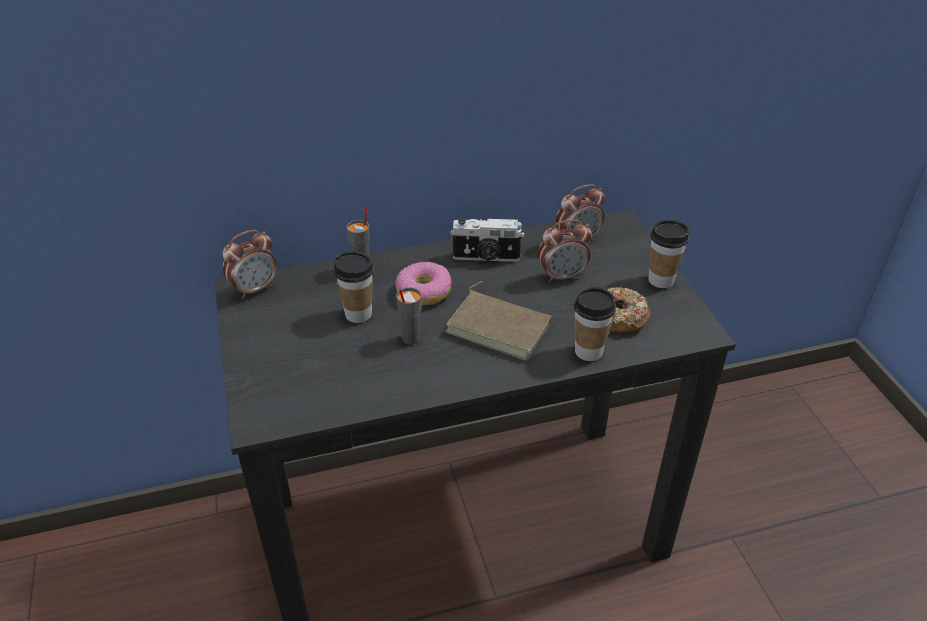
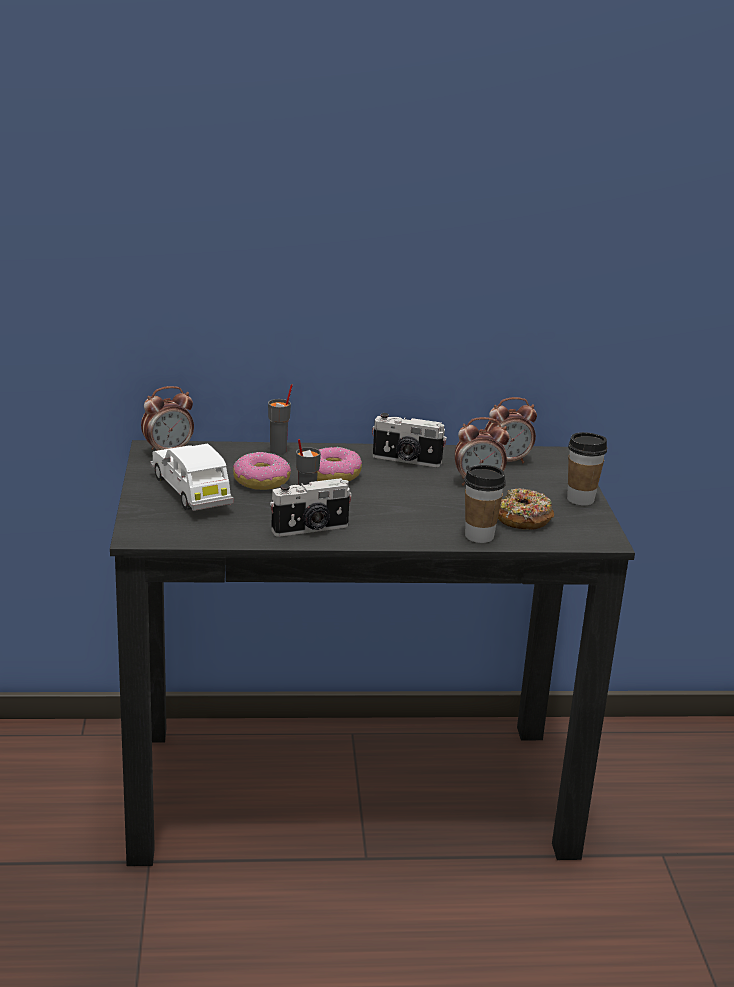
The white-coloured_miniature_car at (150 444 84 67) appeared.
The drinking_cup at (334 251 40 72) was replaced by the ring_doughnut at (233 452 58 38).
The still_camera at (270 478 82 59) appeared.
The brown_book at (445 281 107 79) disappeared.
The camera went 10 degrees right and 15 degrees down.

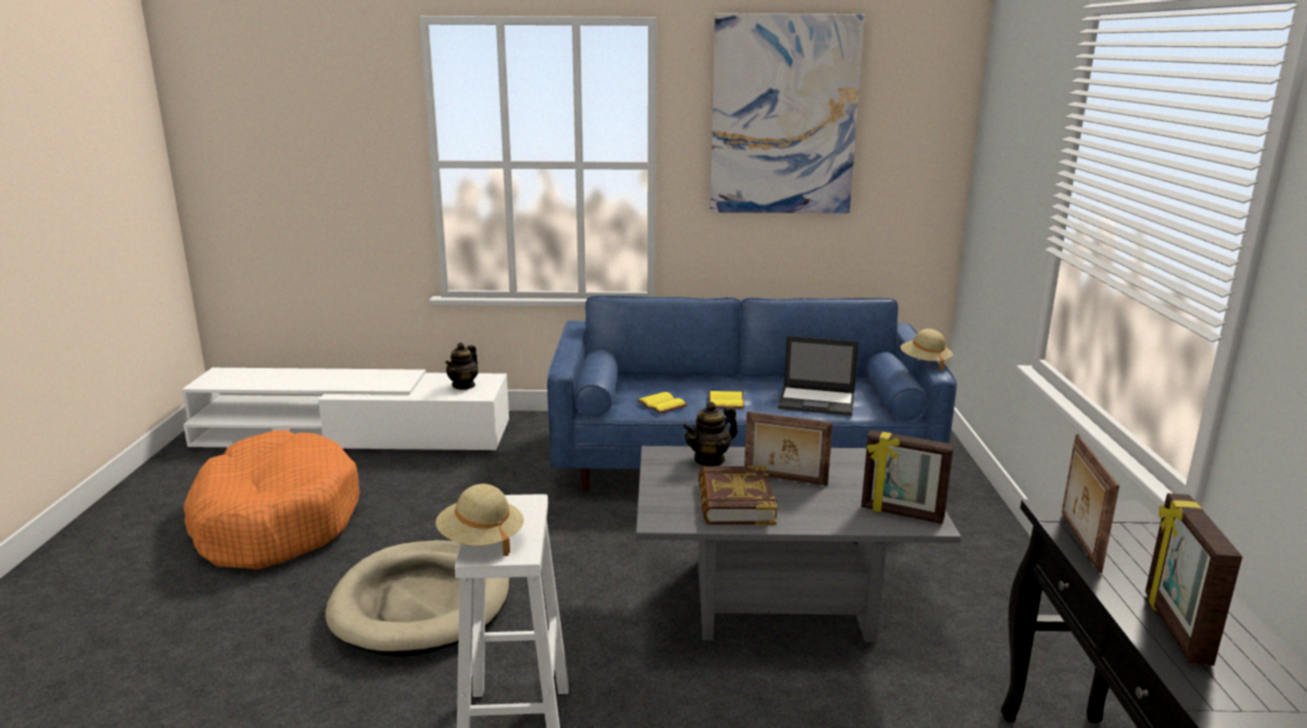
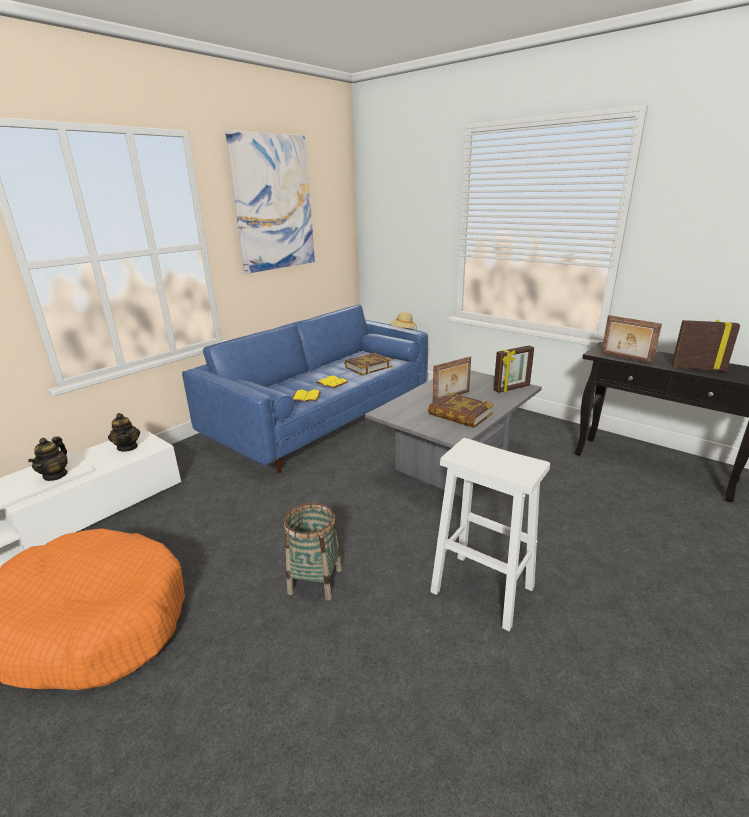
The tea_pot moved from (682 402 56 64) to (28 437 40 44).
The sand-coloured_pet_bed at (325 540 185 117) was replaced by the household_basket at (284 503 58 98).
The laptop at (778 336 81 80) was replaced by the book at (344 353 48 22).
The standing_frame at (1145 493 97 173) turned 150 degrees clockwise.
The sand-coloured_hat at (436 484 88 72) disappeared.
The camera went 50 degrees left and 5 degrees up.

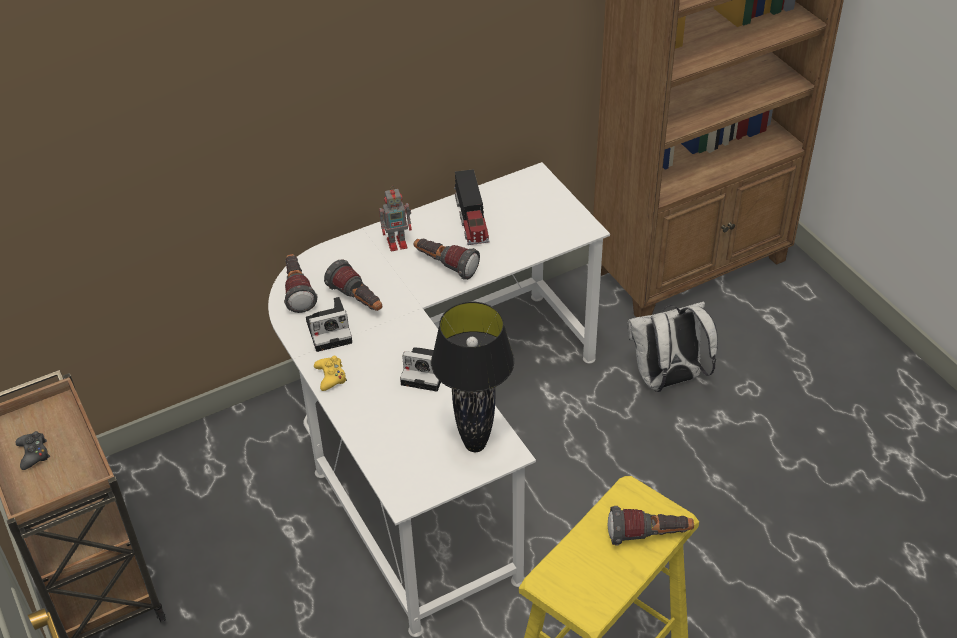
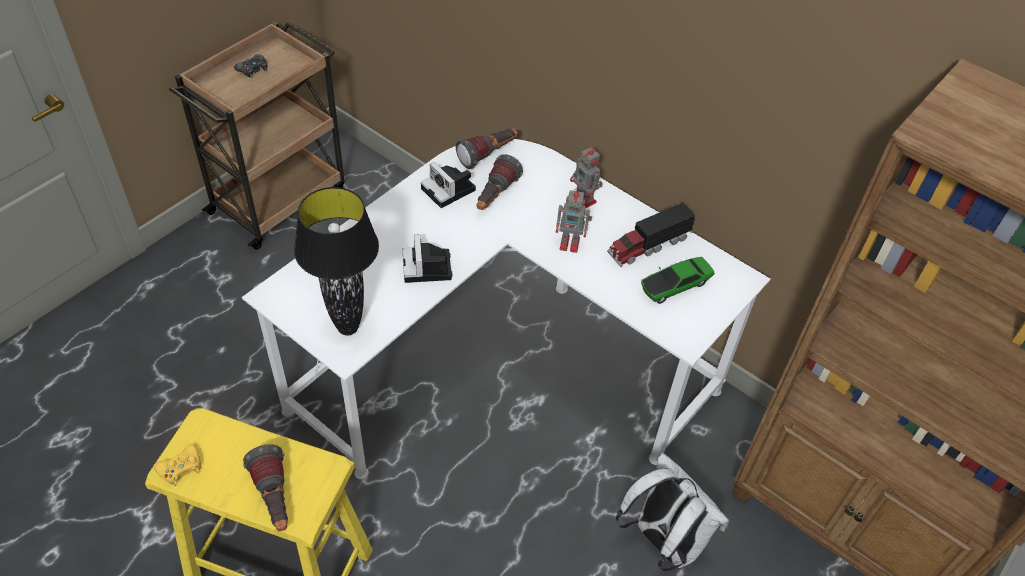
The yellow_game_controller moved from (314 356 33 35) to (153 444 48 42).
The flashlight at (414 238 66 42) was replaced by the model_robot at (556 188 36 65).
The miniature_car at (641 257 74 47) appeared.
The camera went 65 degrees right and 5 degrees up.

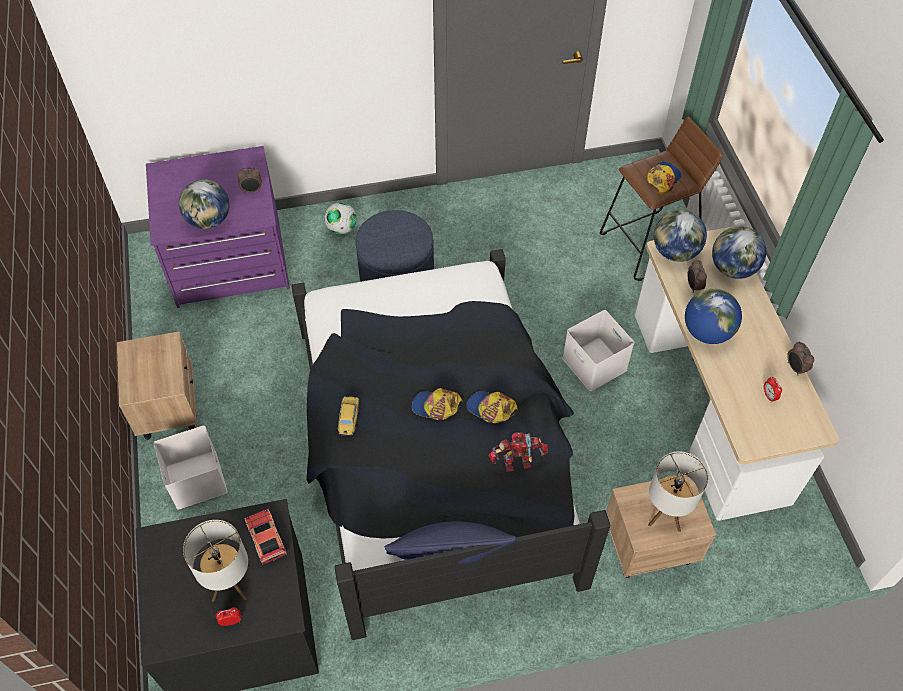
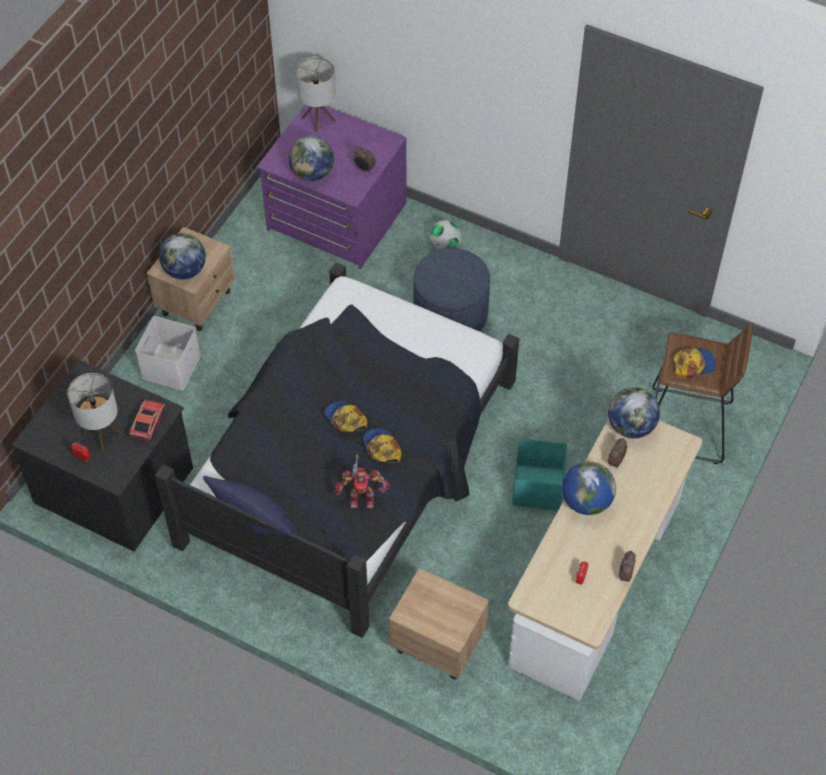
The globe moved from (712 226 54 53) to (159 233 47 47).
The tabletop_lamp moved from (648 451 60 81) to (296 57 40 75).
The model_robot at (489 432 59 40) turned 150 degrees clockwise.
The white-coloured_storage_bin at (562 310 72 81) became the turquoise_storage_bin at (512 439 55 72).
The miniature_car at (338 396 22 40) disappeared.
The camera went 40 degrees right and 0 degrees up.

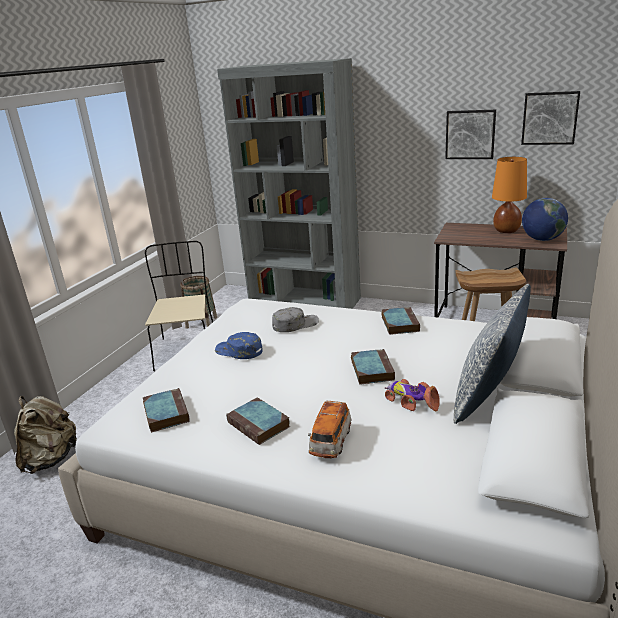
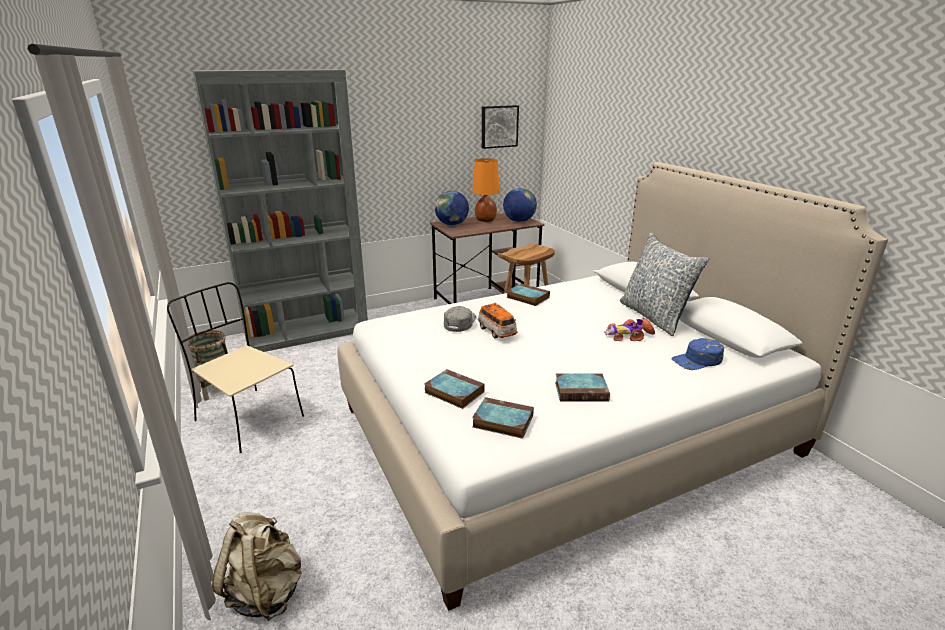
The book moved from (351 349 44 36) to (425 369 60 40).
The globe at (435 191 34 34) appeared.
The miniature_car moved from (308 400 44 58) to (478 302 40 36).
The bluish_cap moved from (215 332 48 27) to (671 338 53 32).
The picture at (445 110 51 49) disappeared.
The camera went 50 degrees left and 0 degrees up.

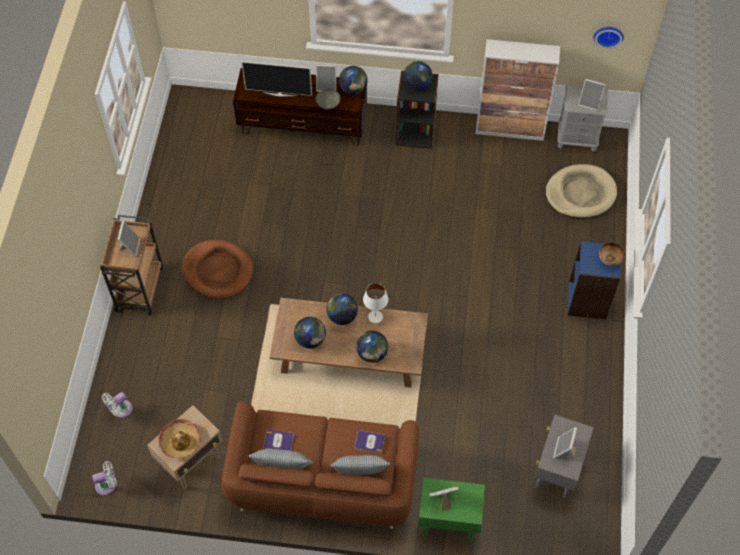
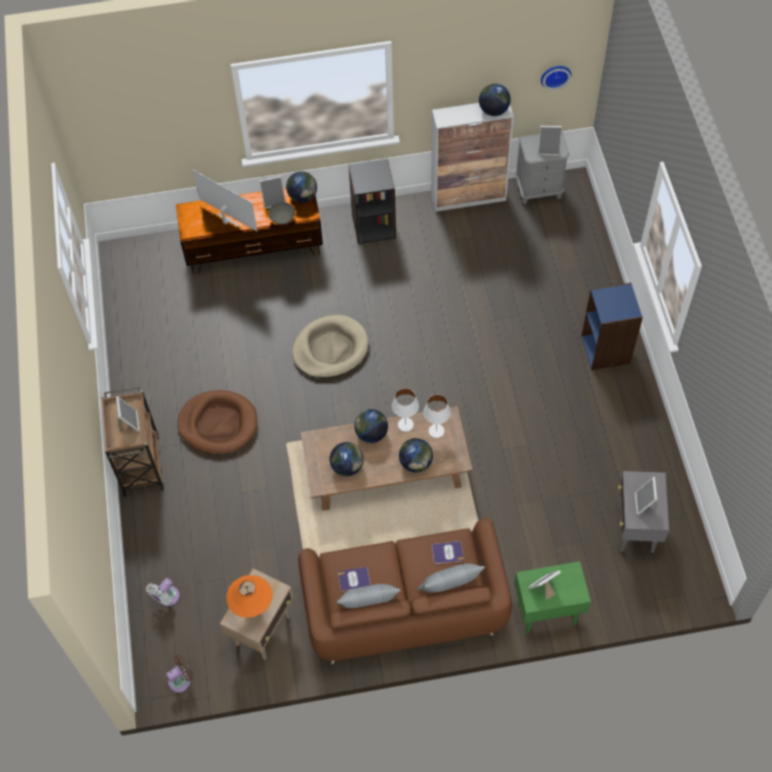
The white-coloured_fan at (92 461 25 35) became the brown_fan at (166 654 28 39).
The TV_set at (241 62 71 35) turned 135 degrees counterclockwise.
The hat at (158 419 43 40) was replaced by the orange_tabletop_lamp at (226 575 46 42).
The sand-coloured_pet_bed moved from (546 164 71 55) to (292 315 77 63).
The white-coloured_tabletop_lamp at (423 394 28 44) appeared.
The globe moved from (403 61 30 30) to (479 84 32 32).
The bowl at (599 242 26 24) disappeared.
The camera went 15 degrees left and 0 degrees up.

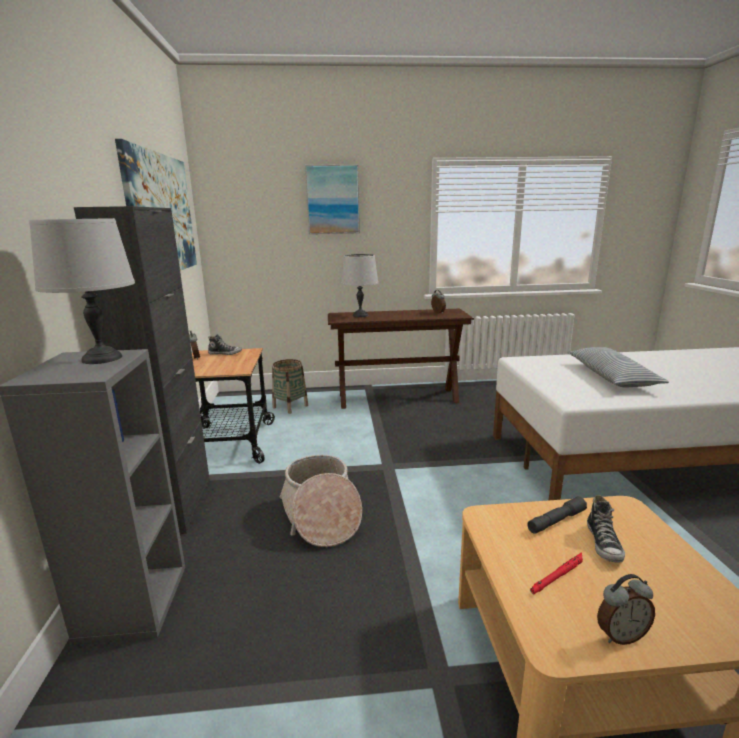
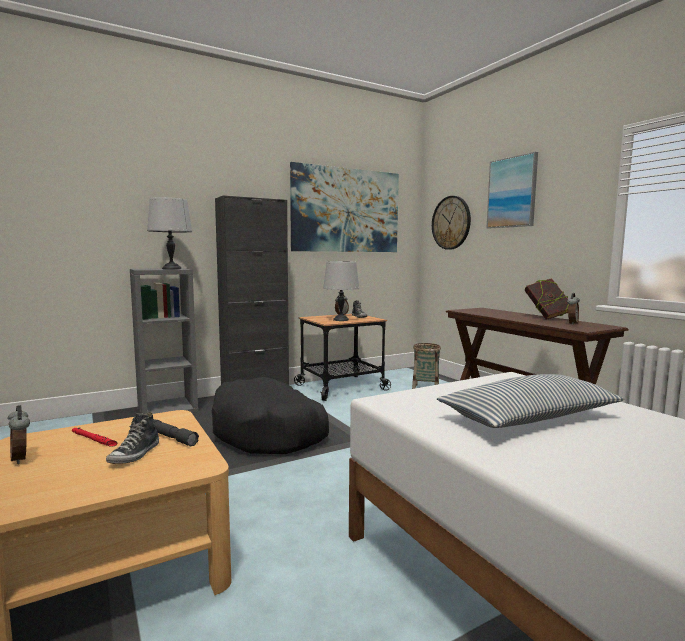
The item_of_footwear at (587 495 38 68) turned 60 degrees counterclockwise.
The household_basket at (280 455 82 92) was replaced by the blackish_pet_bed at (212 377 117 77).
The greyish_tabletop_lamp moved from (341 254 37 63) to (323 261 36 60).
The wall_clock at (432 196 39 54) appeared.
The book at (524 278 45 42) appeared.
The camera went 65 degrees right and 10 degrees down.

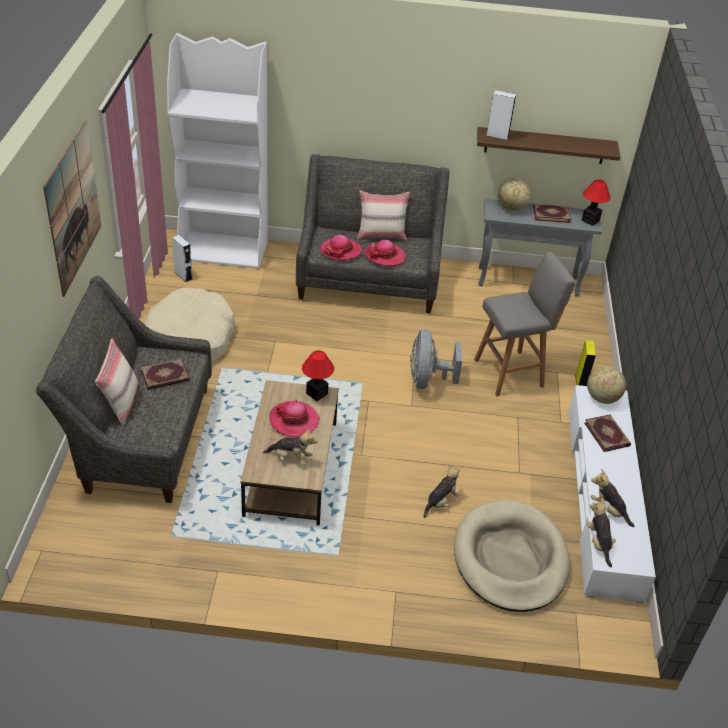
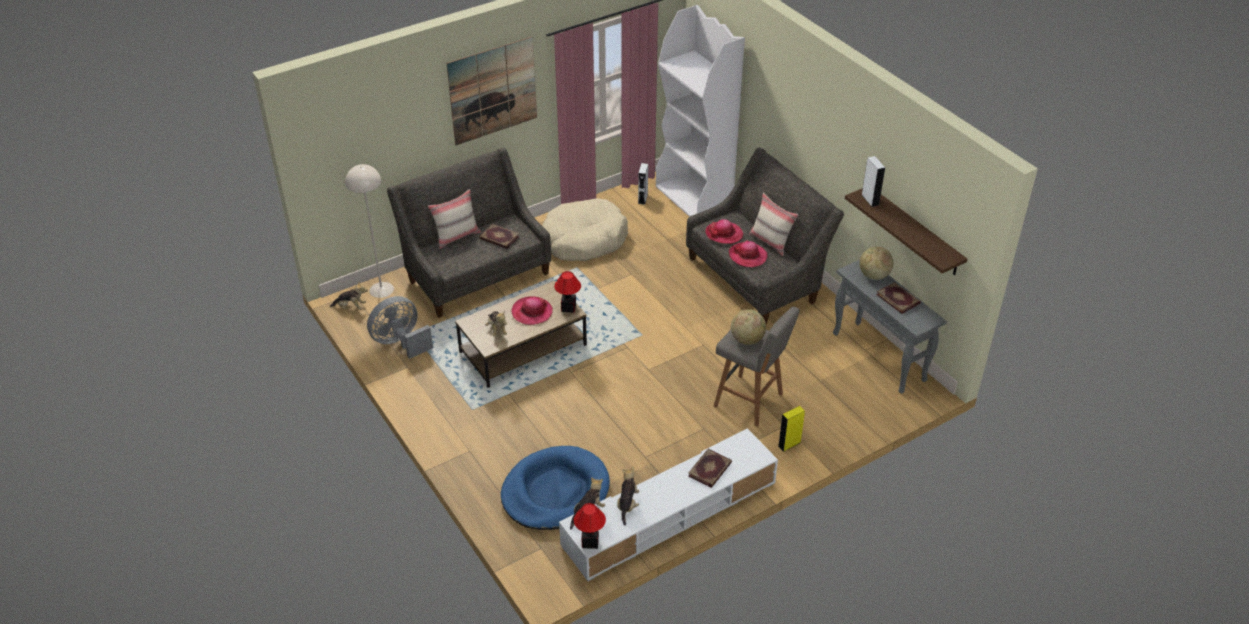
The soft_toy moved from (424 464 37 54) to (330 282 38 28).
The sand-coloured_standard_lamp at (345 164 49 134) appeared.
The greyish_fan moved from (410 329 52 60) to (367 296 66 62).
The sand-coloured_pet_bed at (454 500 116 112) became the bluish_pet_bed at (501 446 109 84).
The tabletop_lamp moved from (582 180 28 46) to (573 503 33 46).
The globe moved from (587 366 39 38) to (731 309 35 36).
The camera went 55 degrees right and 0 degrees up.

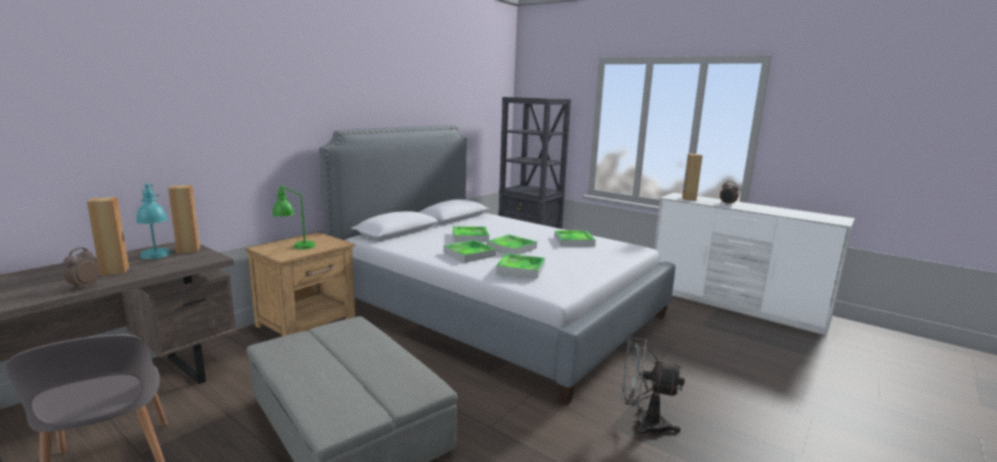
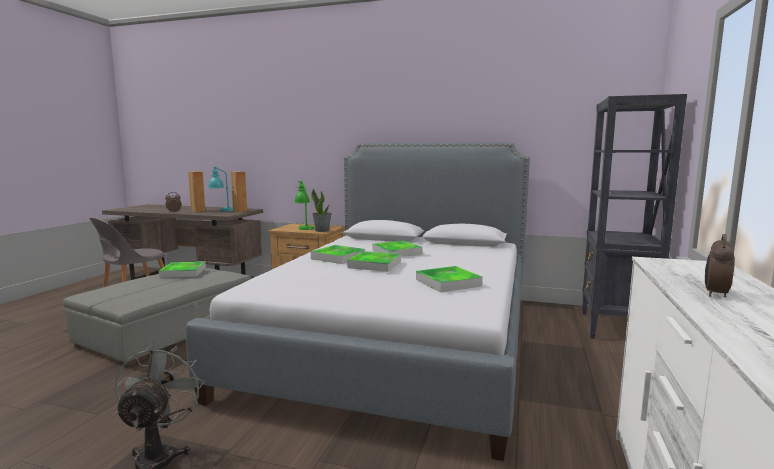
The serving_tray moved from (496 253 49 26) to (159 262 47 16).
The houseplant at (311 189 21 43) appeared.
The brown_loudspeaker at (682 154 21 47) disappeared.
The camera went 70 degrees right and 5 degrees down.

